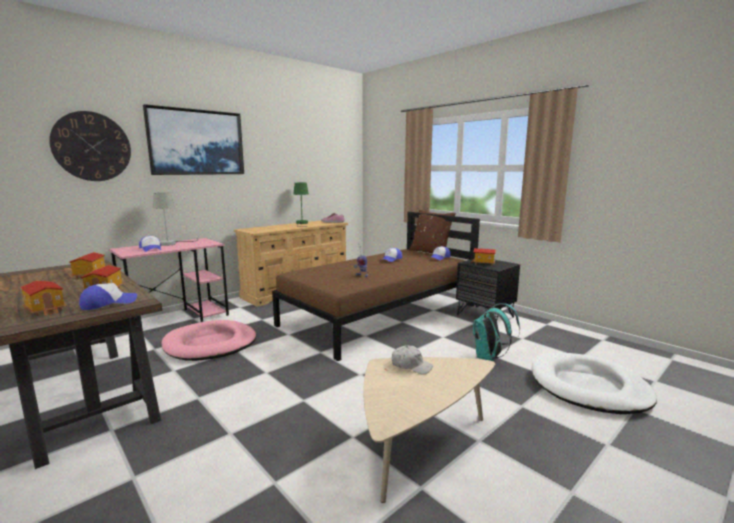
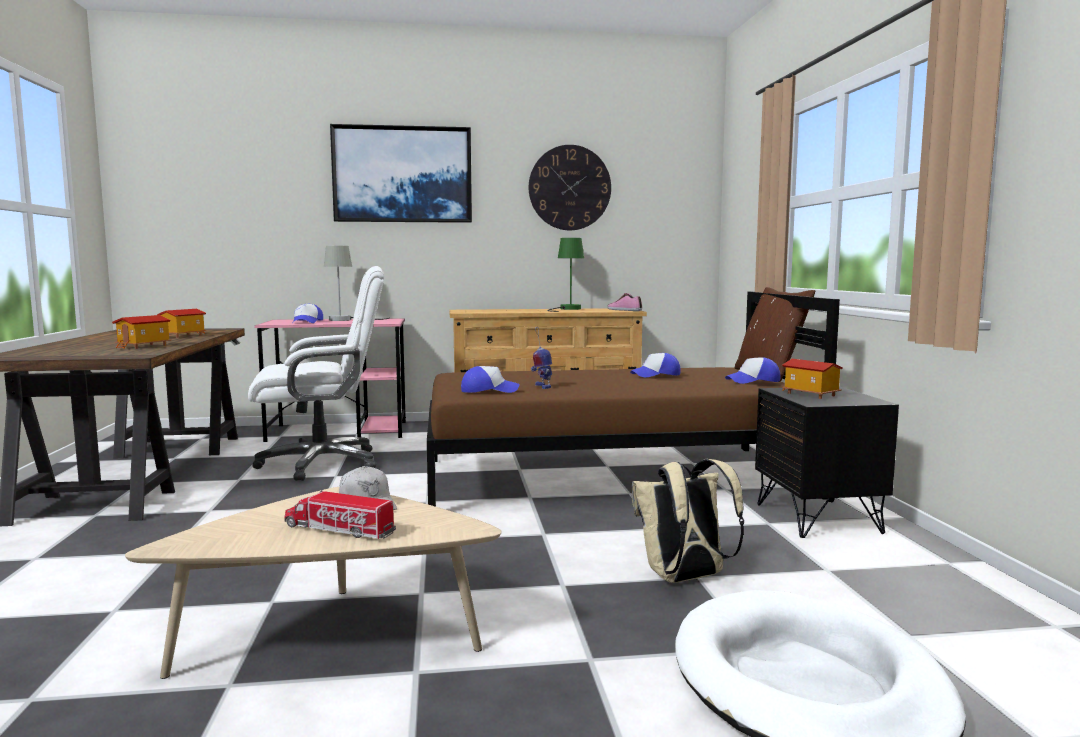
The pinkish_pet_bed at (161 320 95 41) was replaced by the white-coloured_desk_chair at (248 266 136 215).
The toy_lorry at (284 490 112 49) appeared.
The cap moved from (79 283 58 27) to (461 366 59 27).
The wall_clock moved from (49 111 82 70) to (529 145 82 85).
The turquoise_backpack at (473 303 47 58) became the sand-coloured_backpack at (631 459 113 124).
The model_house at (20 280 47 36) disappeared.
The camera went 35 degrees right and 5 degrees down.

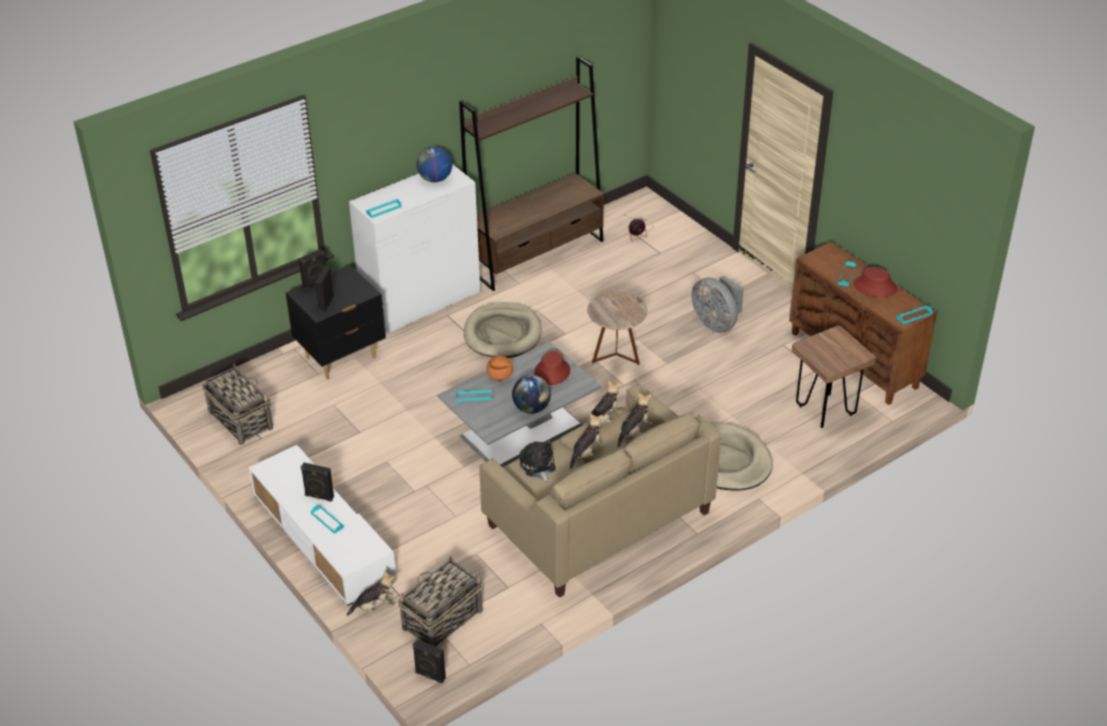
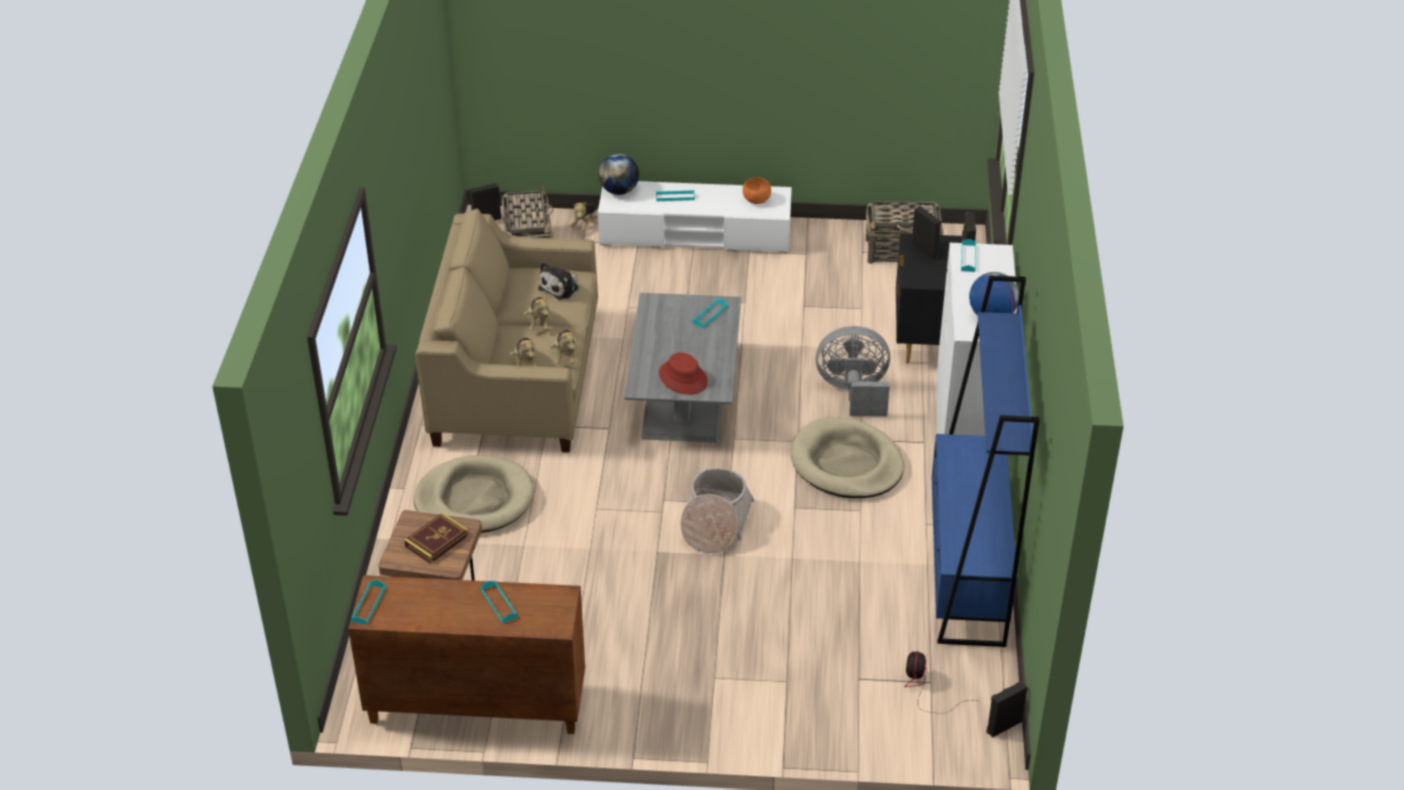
The book at (404 512 65 52) appeared.
The soft_toy at (520 440 36 43) turned 105 degrees clockwise.
The globe moved from (512 375 39 39) to (598 154 41 41).
The brown_end_table at (587 291 61 74) was replaced by the household_basket at (681 468 73 85).
The orange_bowl moved from (486 356 27 25) to (743 177 28 27).
The greyish_fan moved from (691 276 53 57) to (816 326 74 91).
The brown_bookcase at (459 56 145 235) became the bluish_bookcase at (932 275 108 372).
The blackish_loudspeaker moved from (301 463 33 39) to (986 681 42 57).
The red-coloured_hat at (854 267 43 30) disappeared.
The camera went 130 degrees right and 0 degrees up.

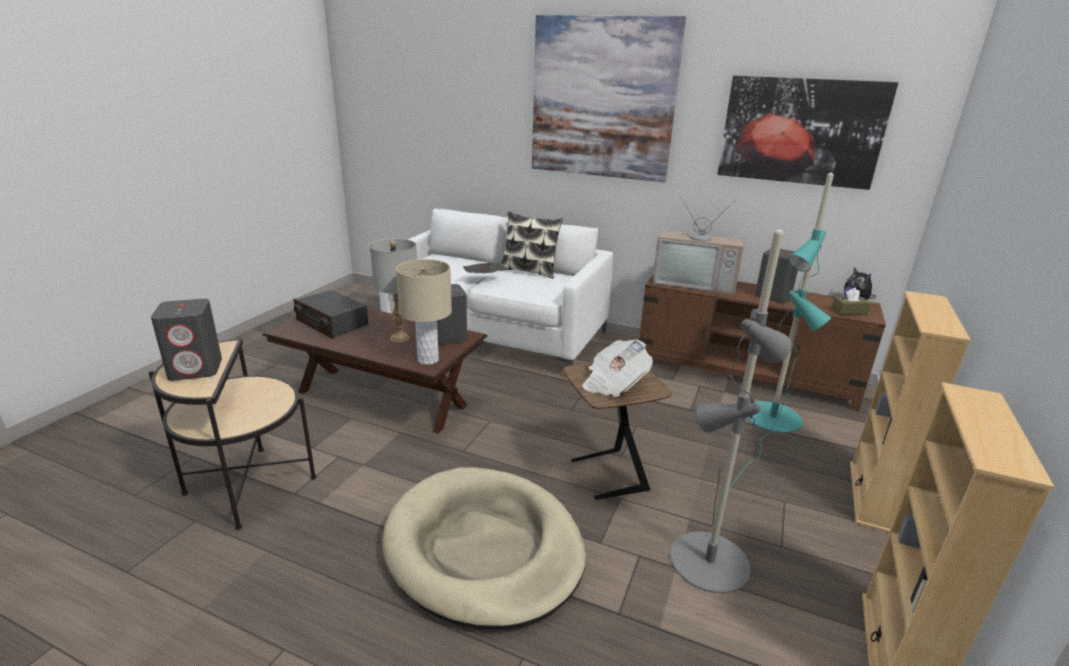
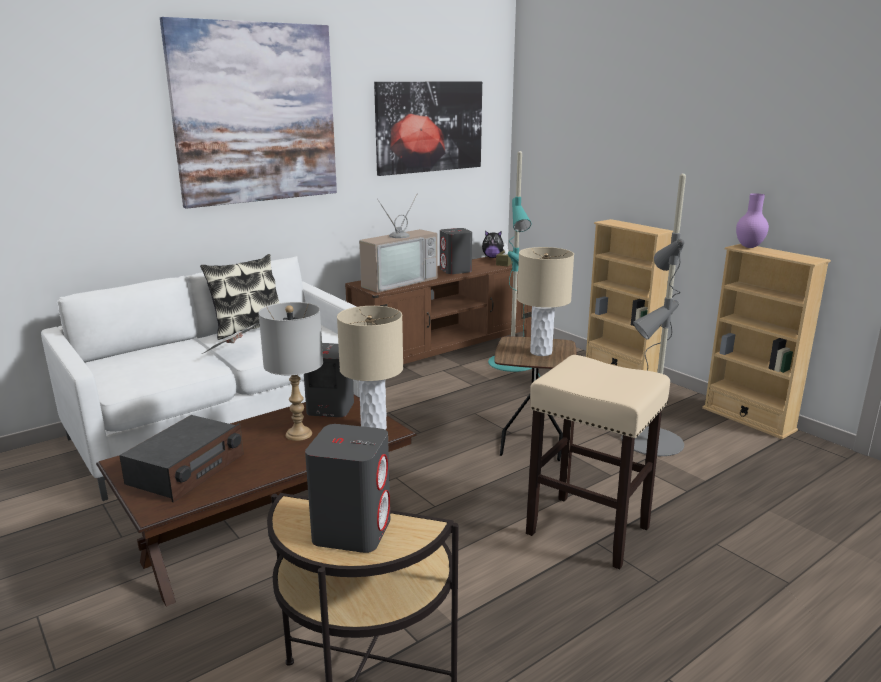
The radio_receiver at (294 290 74 49) turned 45 degrees counterclockwise.
The daily_paper at (582 340 71 57) was replaced by the sand-coloured_tabletop_lamp at (517 247 57 109).
The sand-coloured_pet_bed at (382 467 204 162) was replaced by the sand-coloured_stool_seat at (526 355 144 214).
The purplish_decorative_vase at (736 193 33 55) appeared.
The camera went 60 degrees left and 5 degrees down.

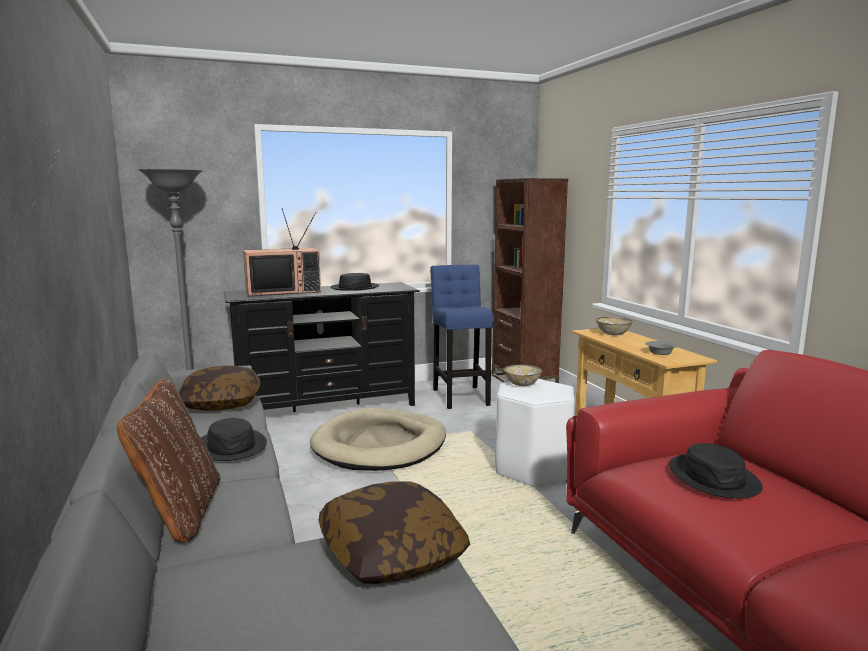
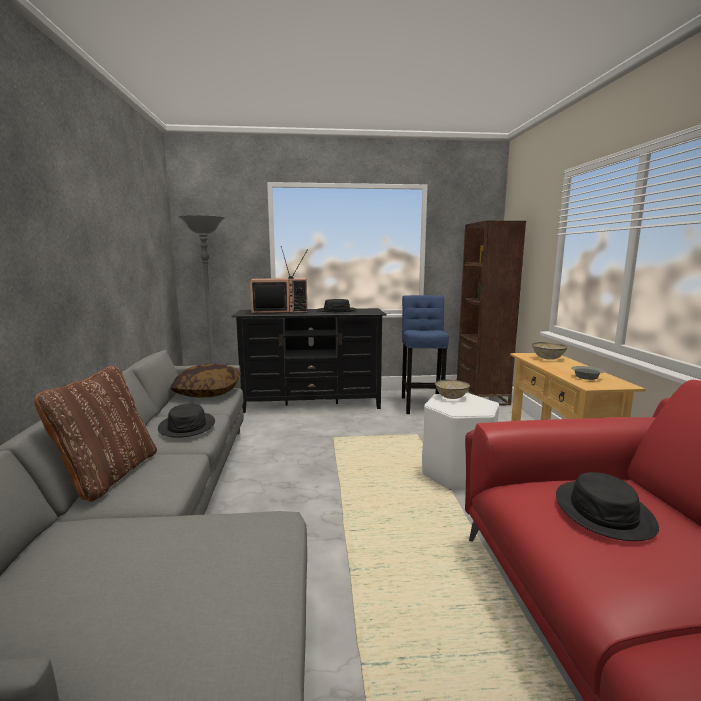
The sand-coloured_pet_bed at (310 408 136 63) disappeared.
The throw_pillow at (319 481 151 103) disappeared.
The camera went 15 degrees right and 0 degrees up.

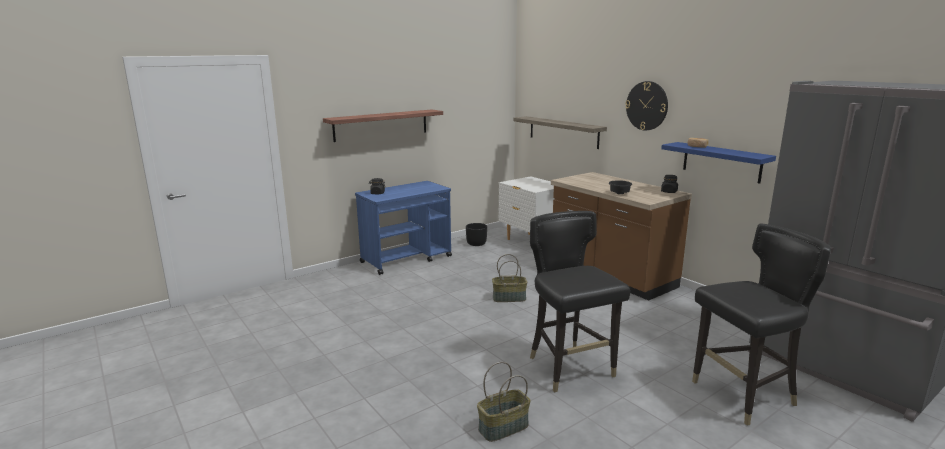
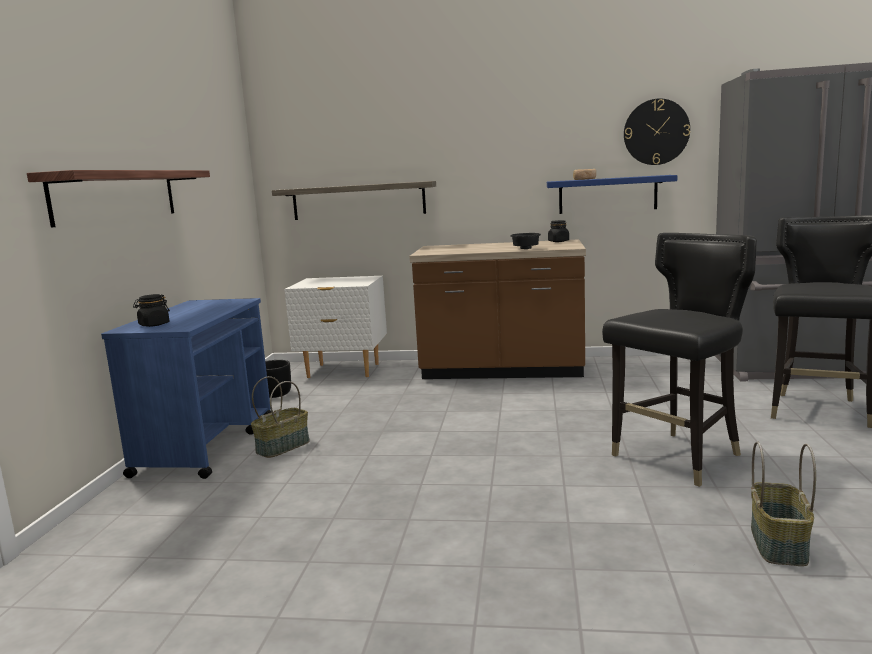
The household_basket moved from (492 254 35 48) to (251 376 59 82).
The blackish_upright_chair at (530 211 100 182) turned 120 degrees clockwise.
The wall_clock moved from (625 81 43 49) to (624 99 66 66).
The camera went 45 degrees left and 5 degrees down.

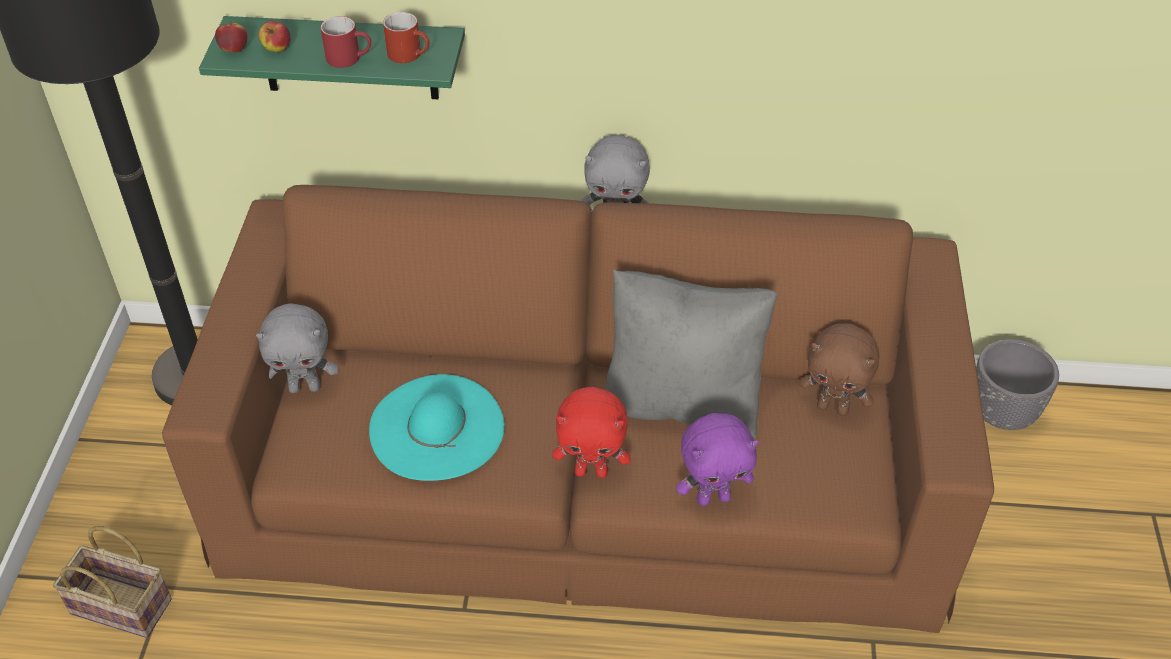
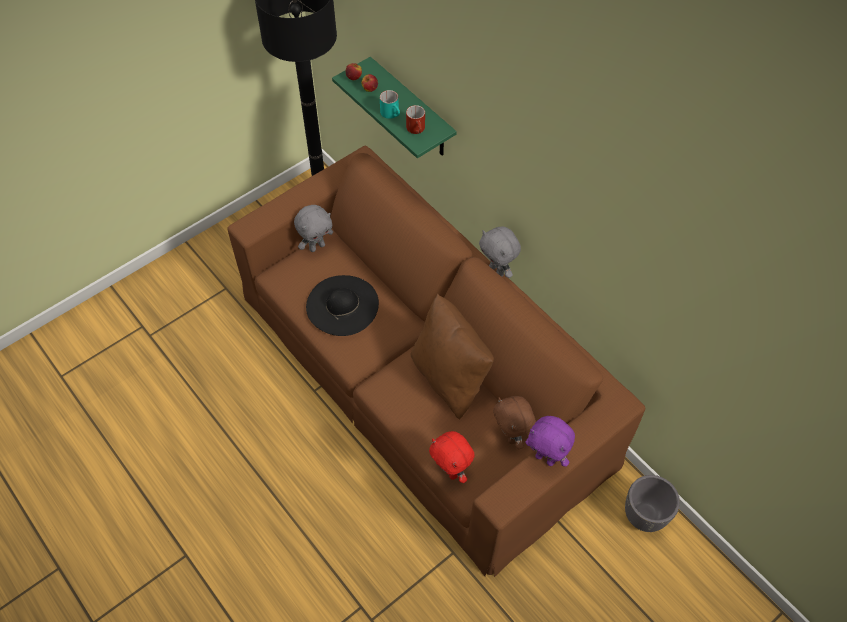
The greyish_soft_toy at (256 303 82 90) turned 75 degrees counterclockwise.
The turquoise_hat at (369 374 136 107) became the blackish_hat at (306 275 73 61).
The red-coloured_mug at (320 16 51 52) became the turquoise_mug at (380 90 20 29).
The greyish_throw_pillow at (606 270 172 168) became the brown_throw_pillow at (411 294 83 126).
The red-coloured_soft_toy moved from (553 387 77 91) to (429 431 46 52).
The purplish_soft_toy moved from (676 413 83 93) to (526 416 49 51).
The household_basket at (53 526 119 112) disappeared.
The camera went 45 degrees right and 10 degrees up.

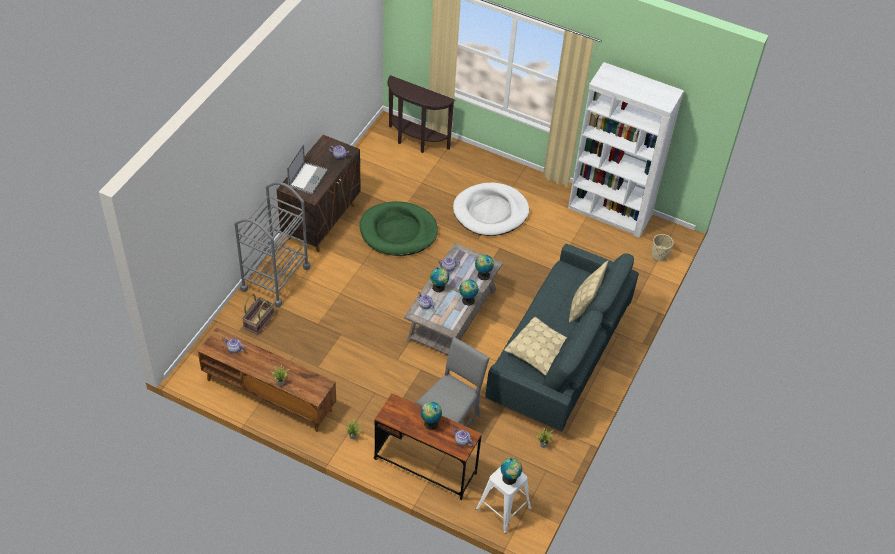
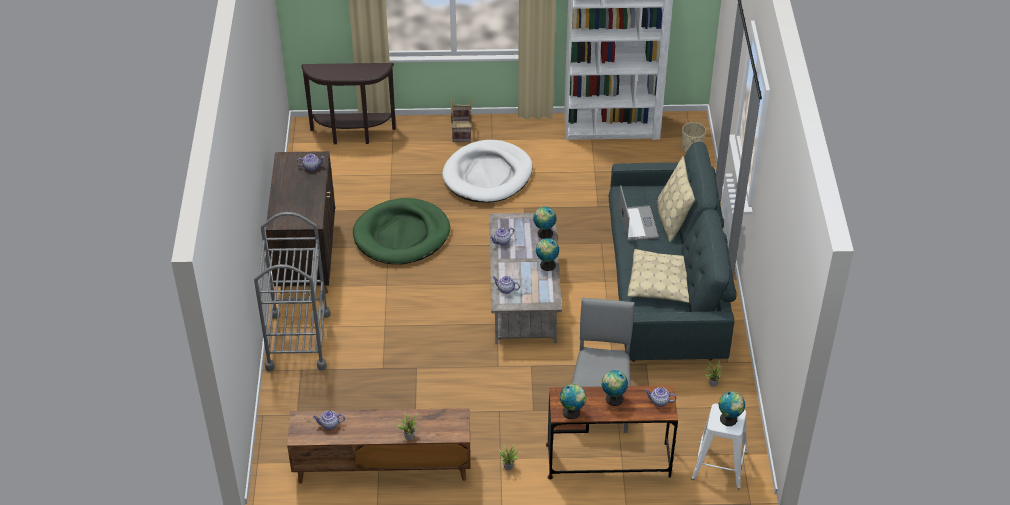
The household_basket moved from (242 294 32 41) to (451 99 20 43).
The globe moved from (430 267 19 25) to (560 384 26 35).
The laptop moved from (287 144 41 50) to (618 185 41 56).
The camera went 25 degrees left and 5 degrees down.

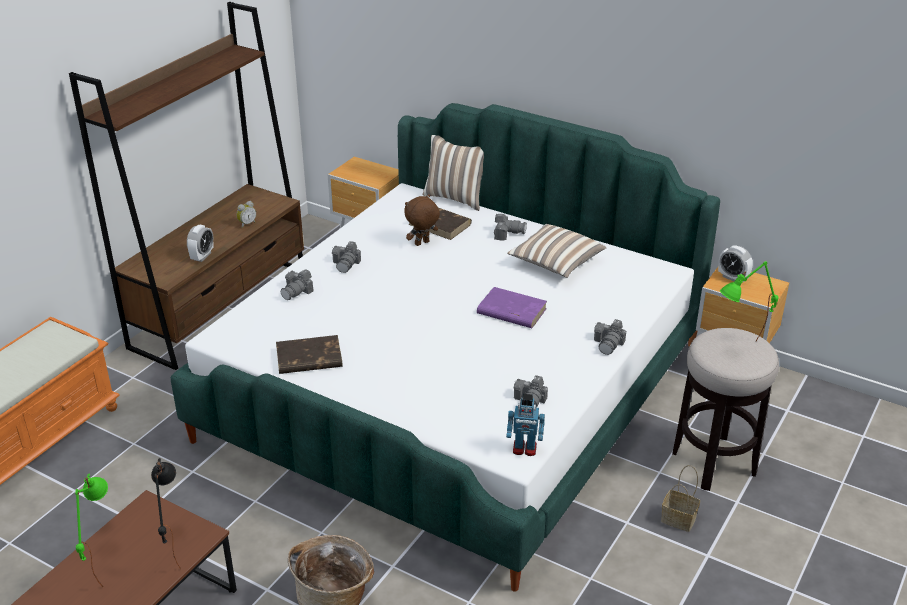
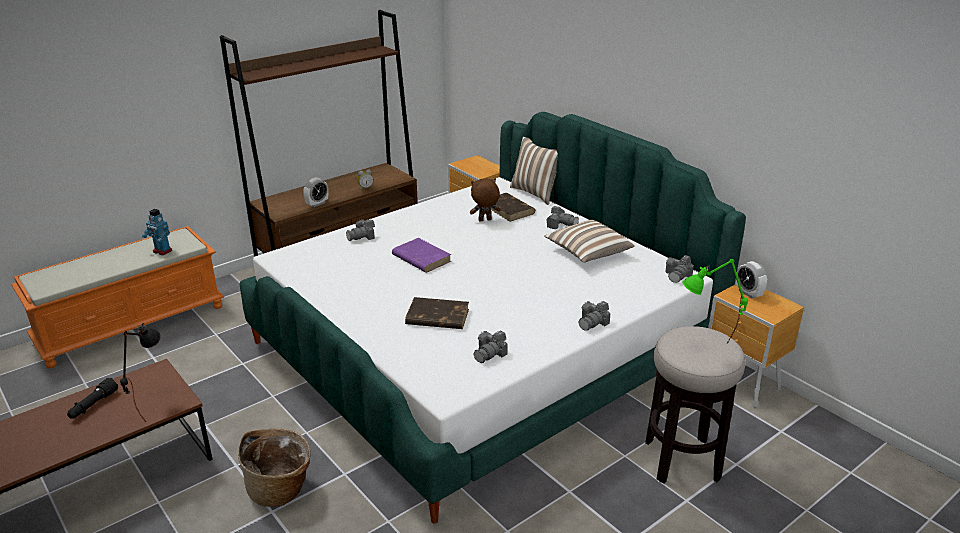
The green_tabletop_lamp at (75 474 33 113) was replaced by the blackish_flashlight at (67 378 51 41).
The model_robot moved from (506 394 39 62) to (142 209 30 46).
The purplish_book moved from (477 287 70 41) to (392 238 59 35).
The brown_book moved from (276 335 67 39) to (405 297 64 32).
The still_camera moved from (332 241 29 32) to (665 255 29 28).
The household_basket at (661 465 39 67) disappeared.
The camera went 20 degrees right and 5 degrees down.

